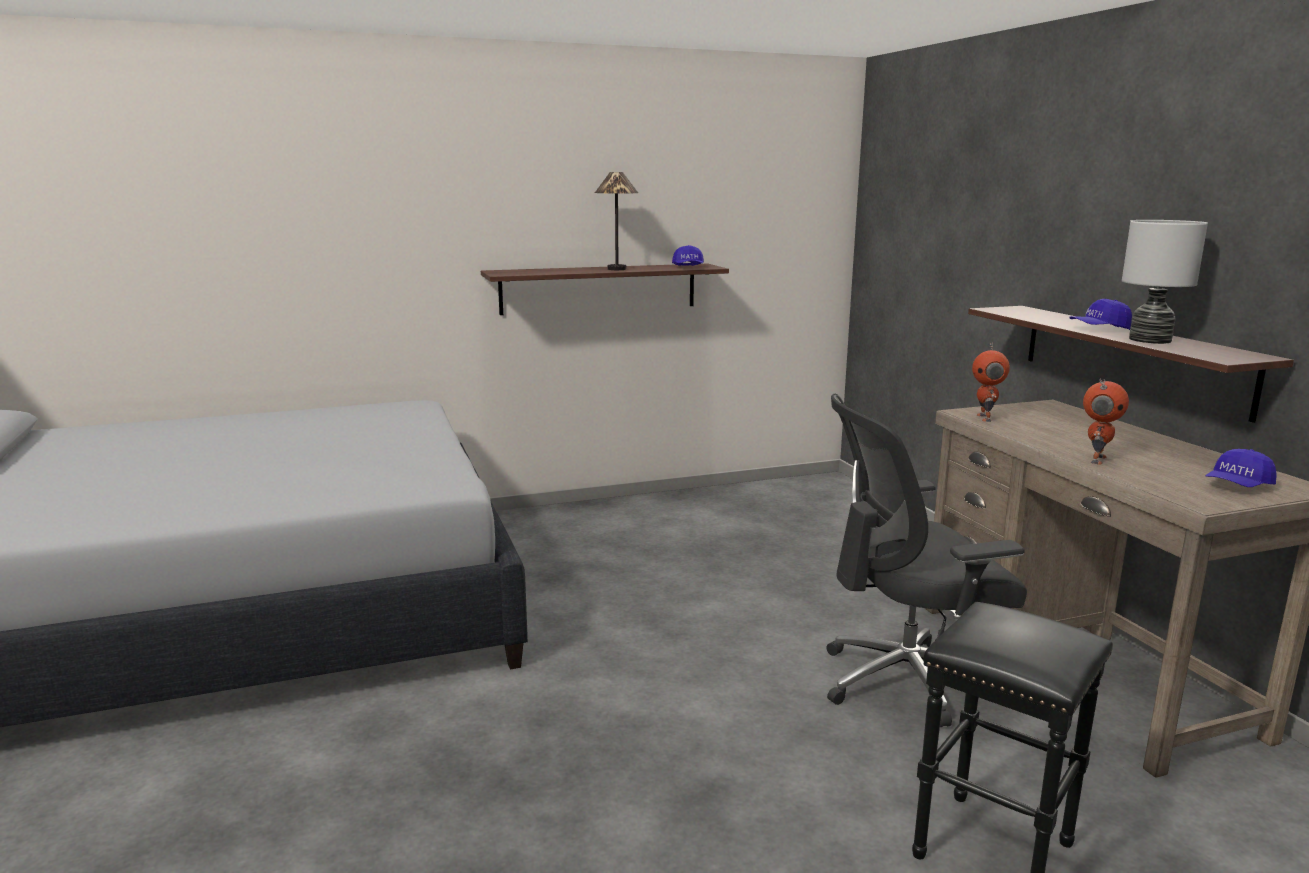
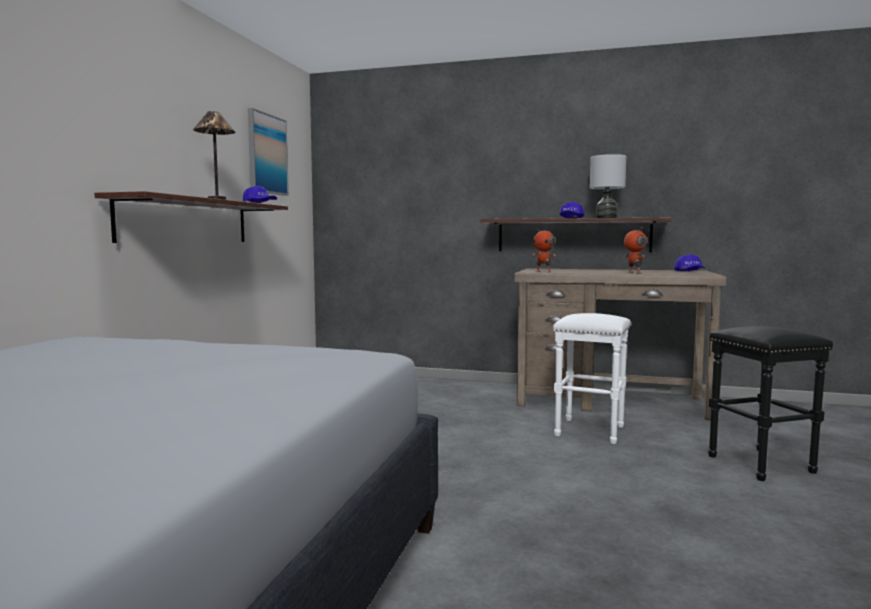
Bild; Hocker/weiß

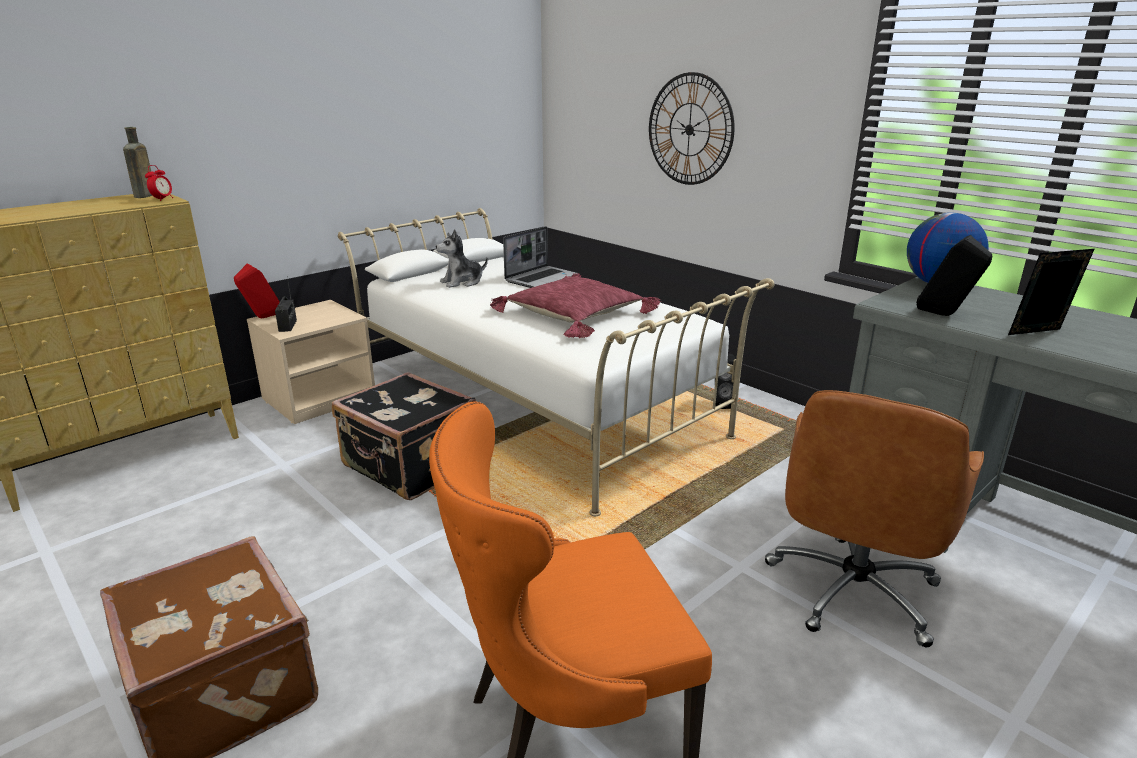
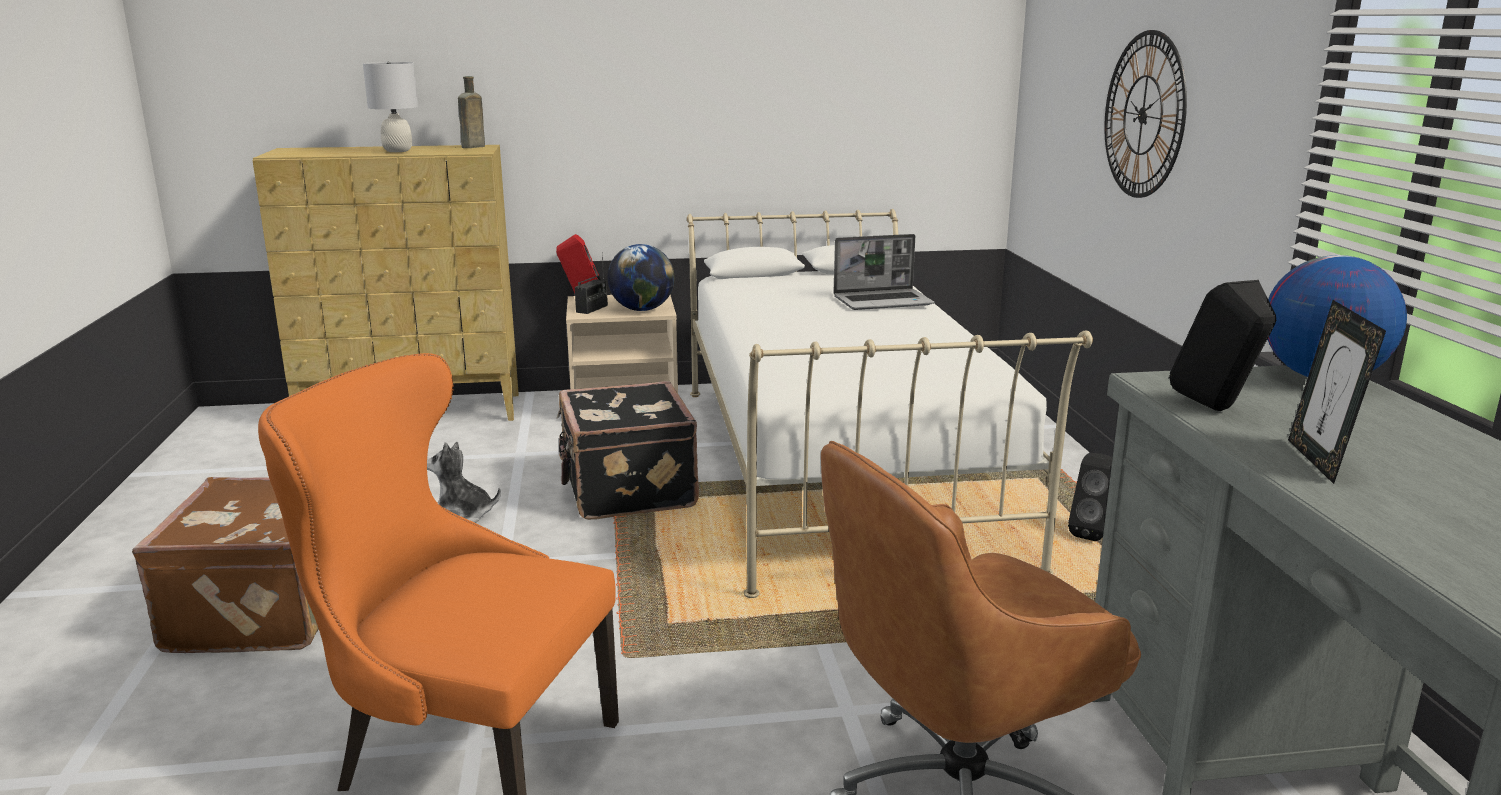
Tischlampe/grau; Plüschtier; Globus (1st from left); Bilderrahmen; Wecker; Kissen/rot

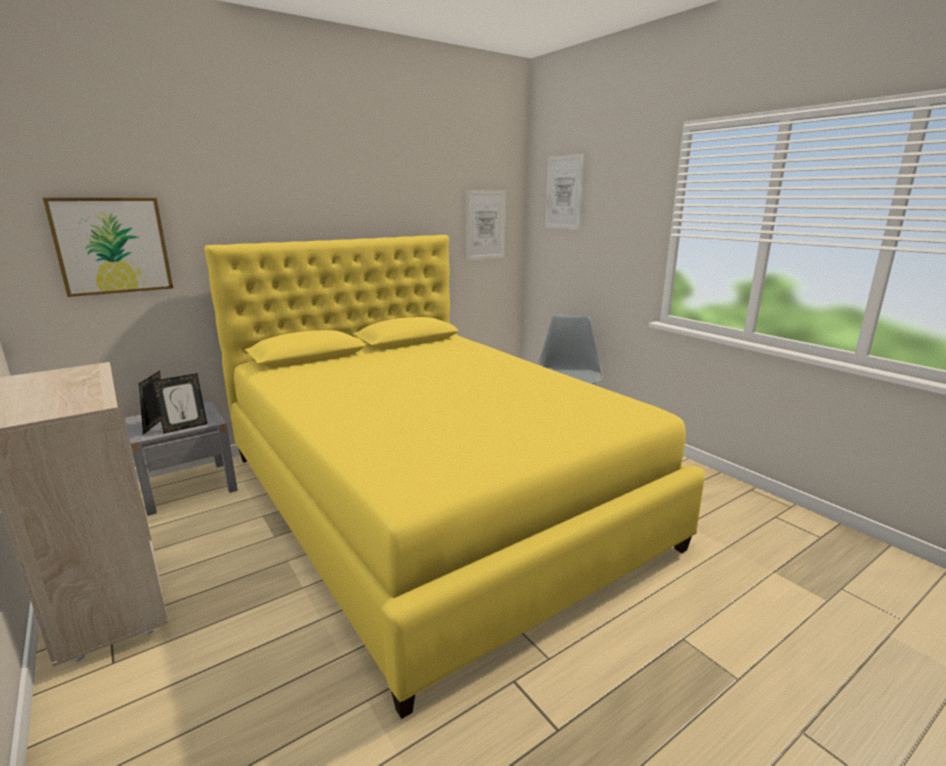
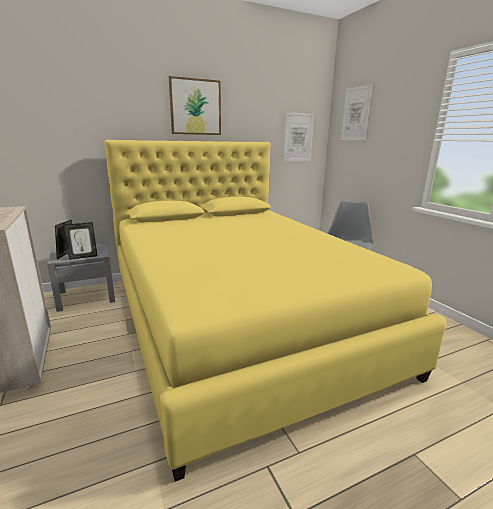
Bild (1st from left)

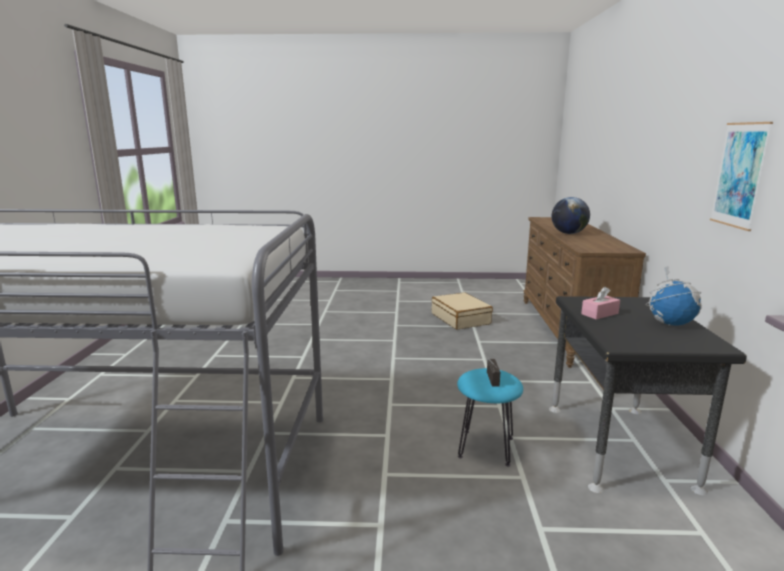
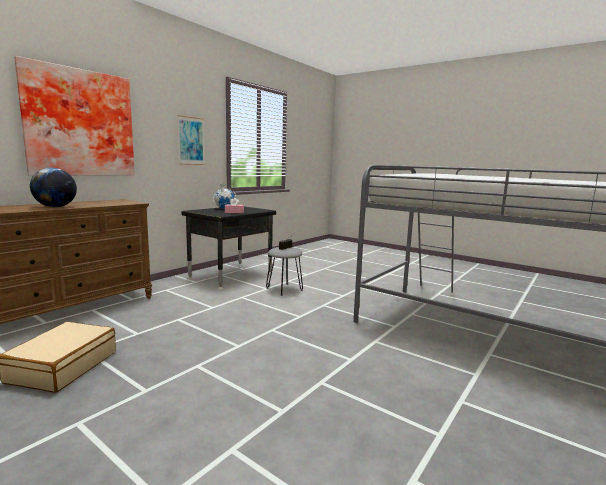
Bild (1st from left); Hocker/grau

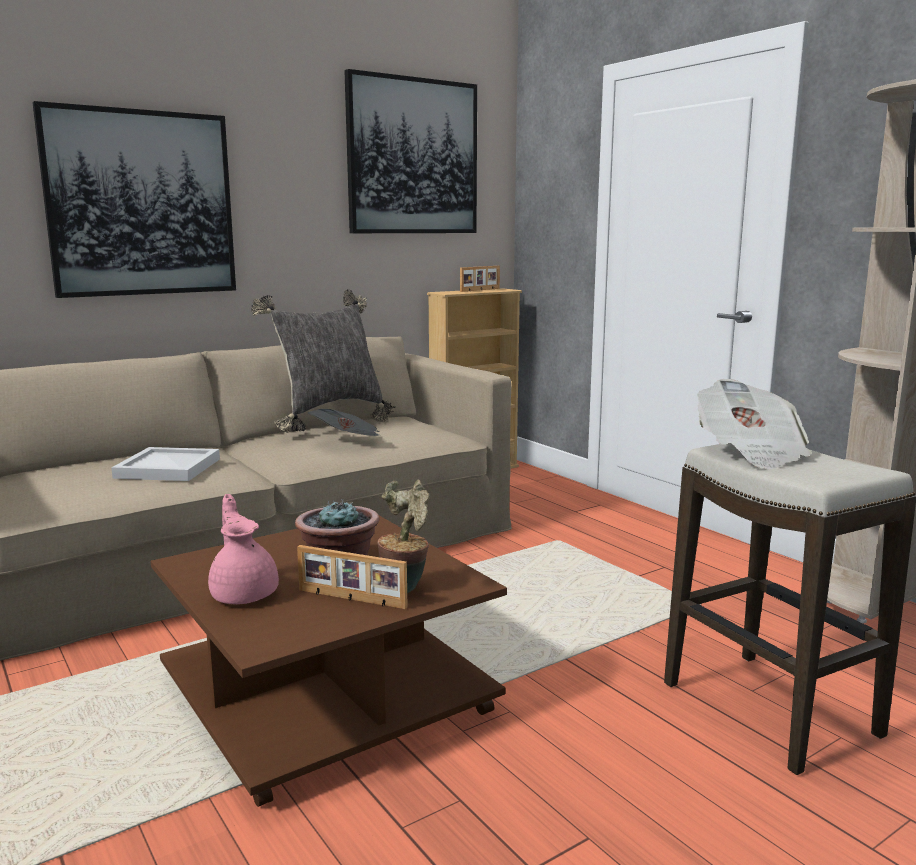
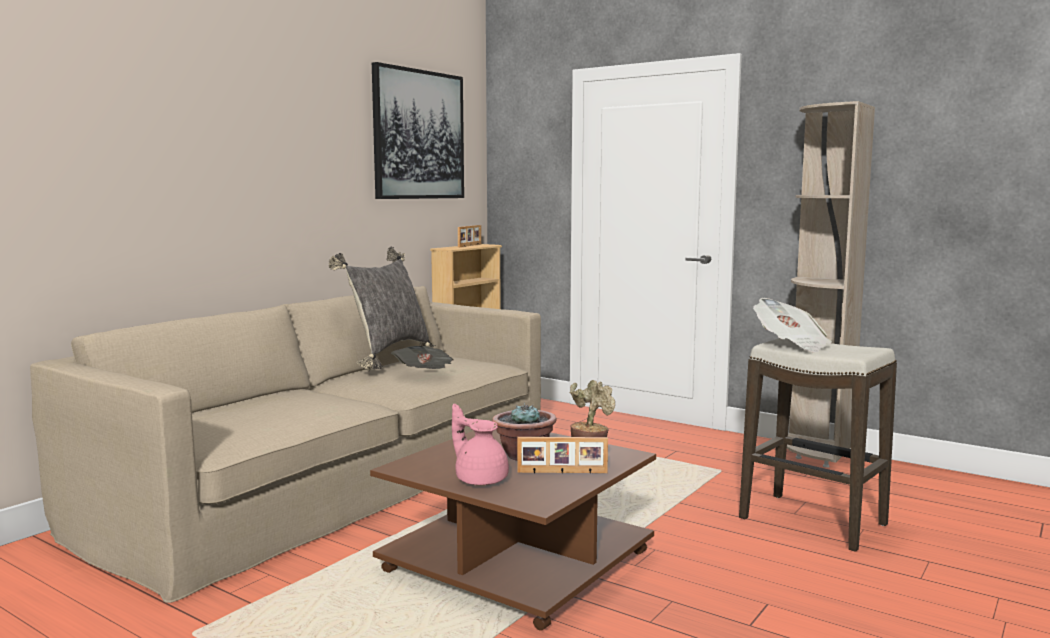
Bild (1st from left in the first image); Tablett/weiß

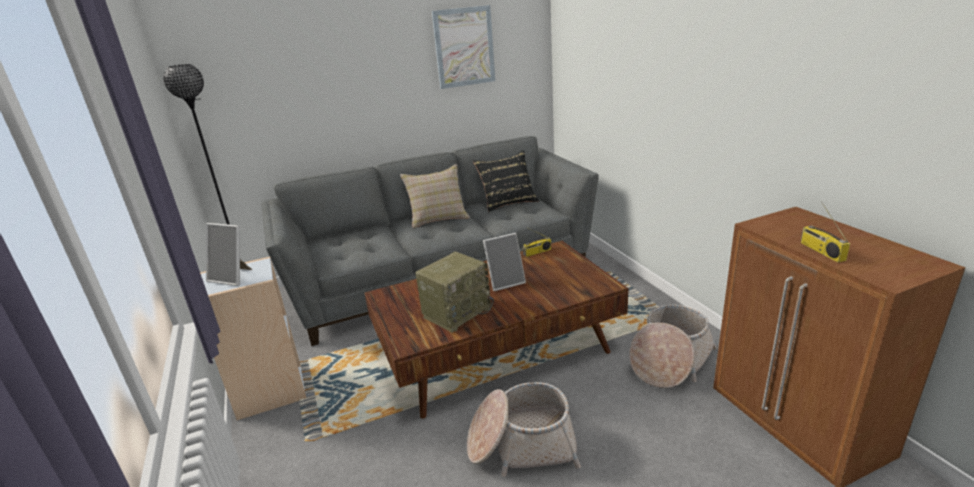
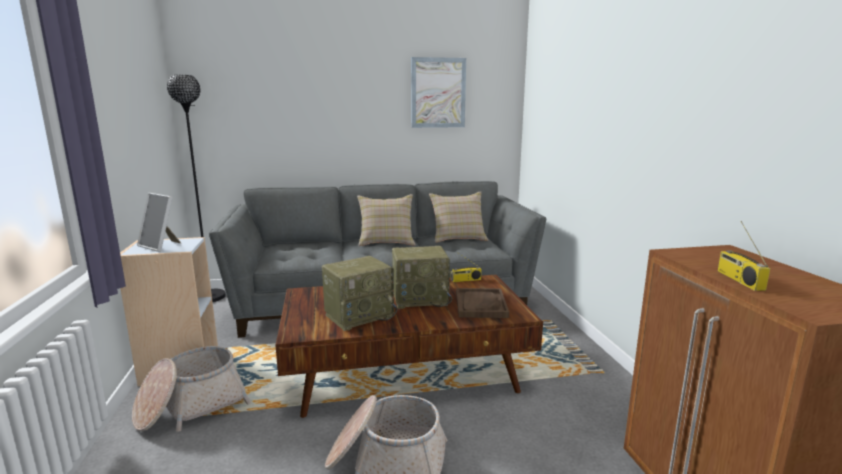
Korb (1st from left); Radio (2nd from left); Kissen/beige (2nd from left); Tablett/braun

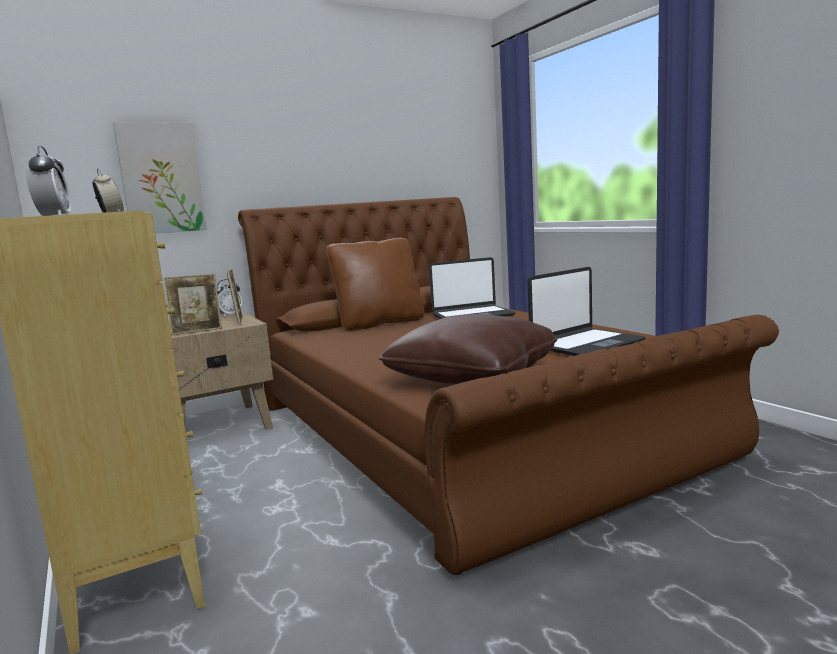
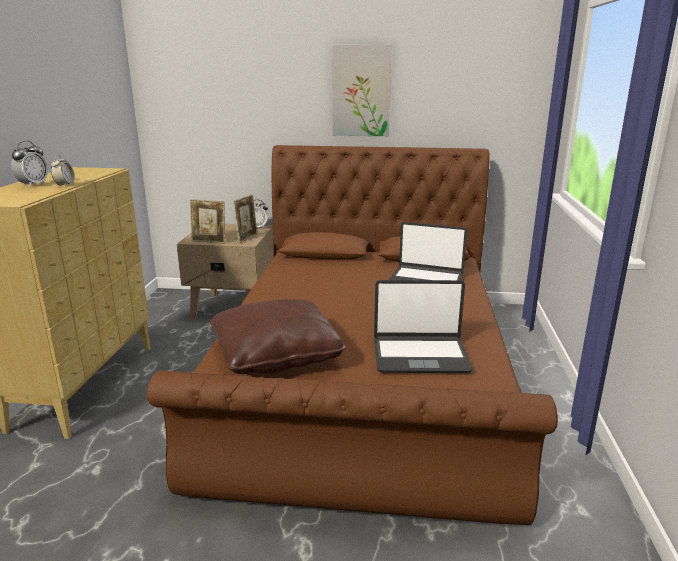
Bild; Kissen/braun (1st from left in the first image)

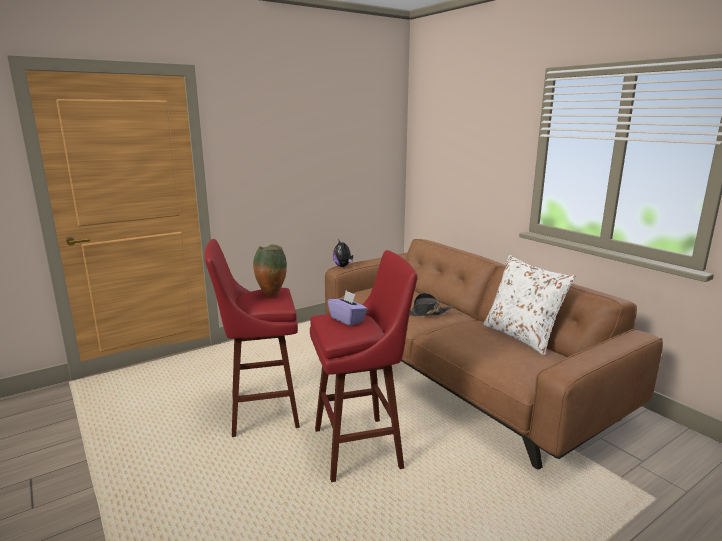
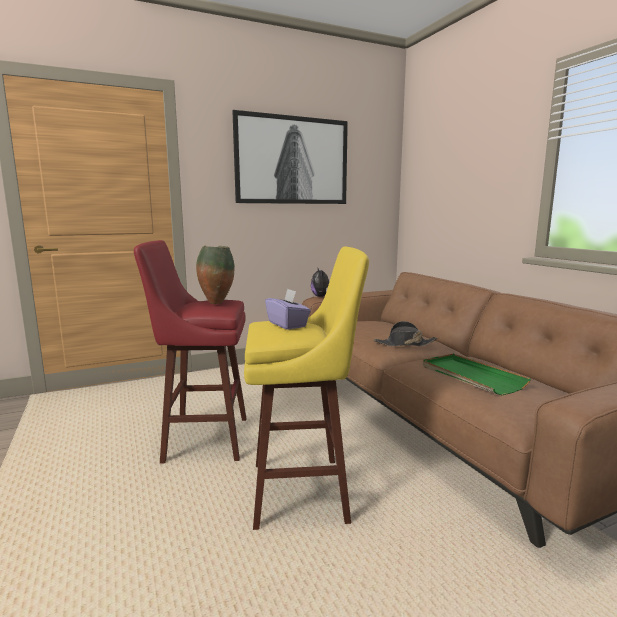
Bild; Hocker/gelb; Tablett/grün; Kissen/weiß

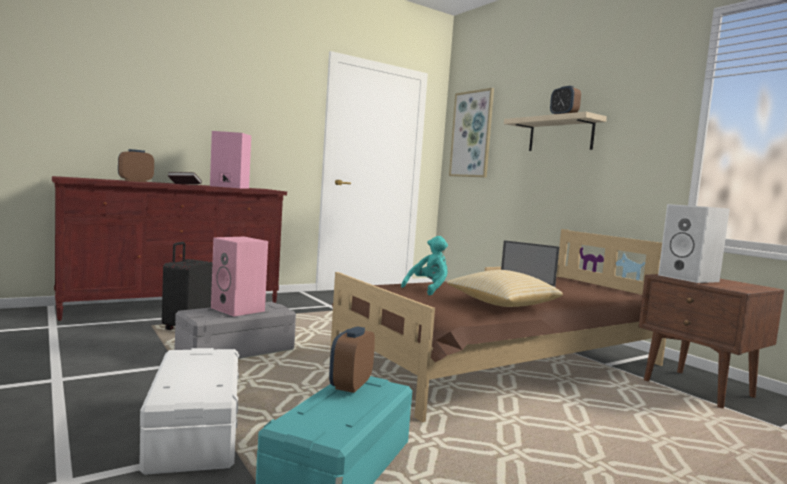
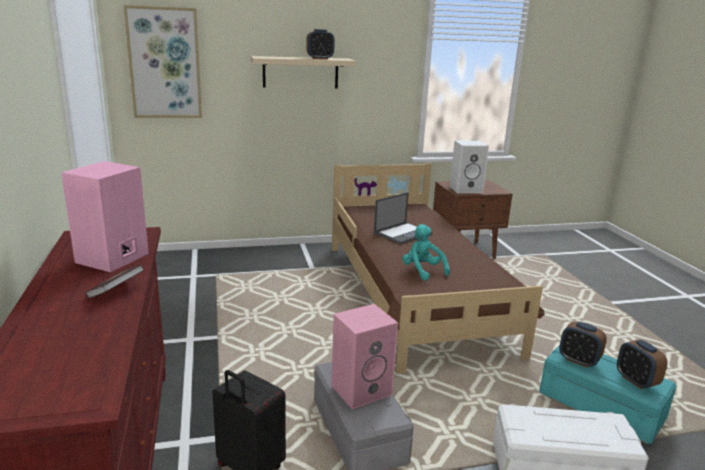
Wecker (3rd from left); Kissen

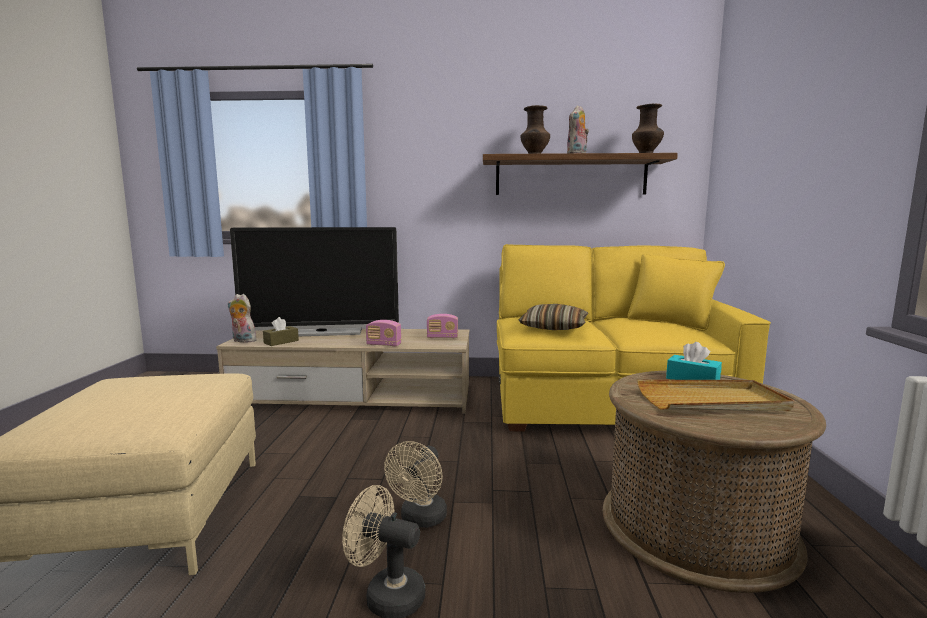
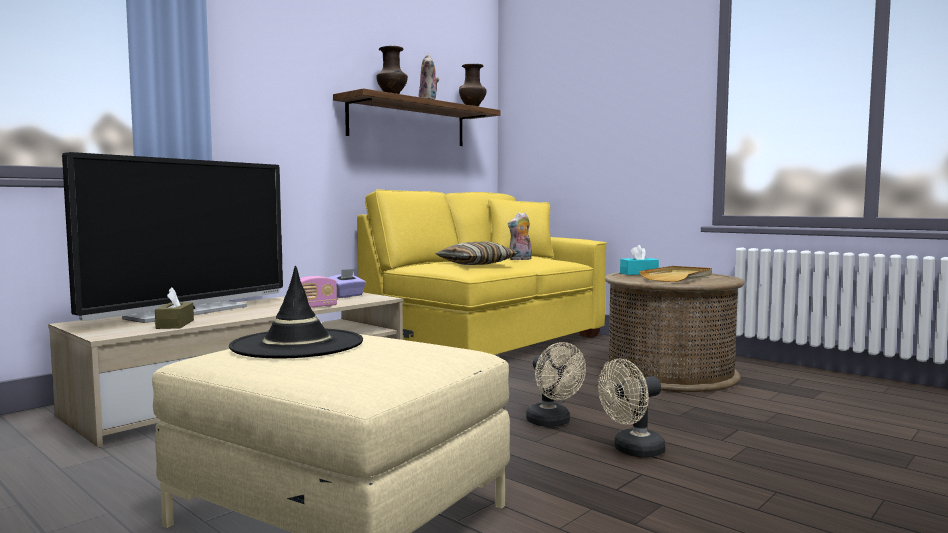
Hut/schwarz; Taschentuchbox/lila; Plüschtier (2nd from left)

